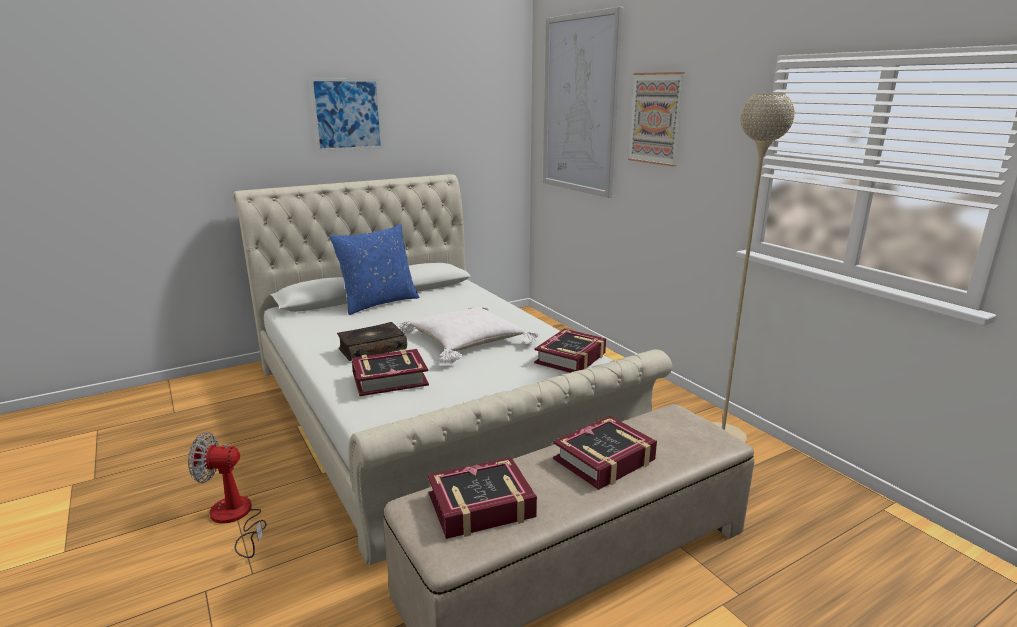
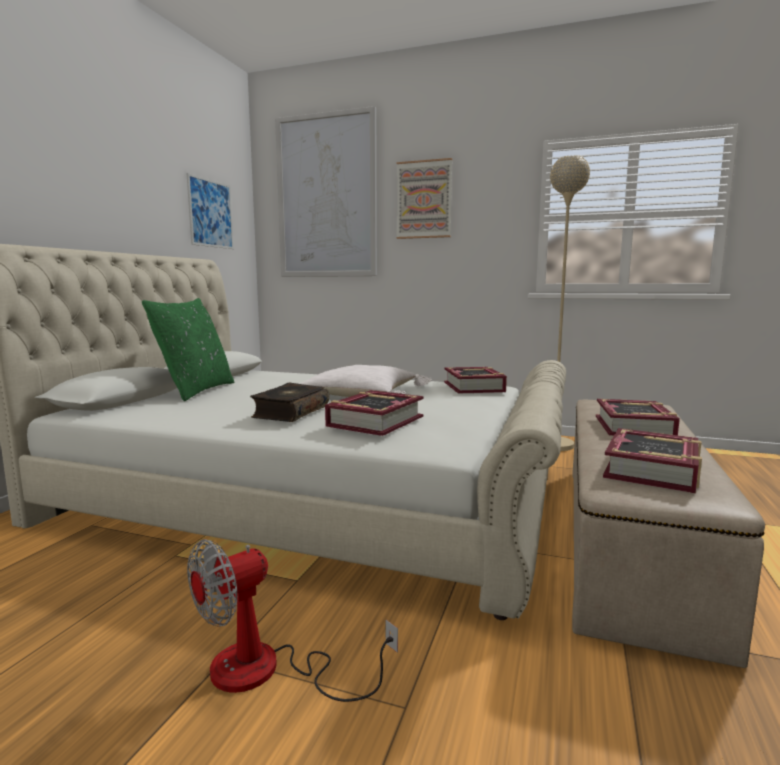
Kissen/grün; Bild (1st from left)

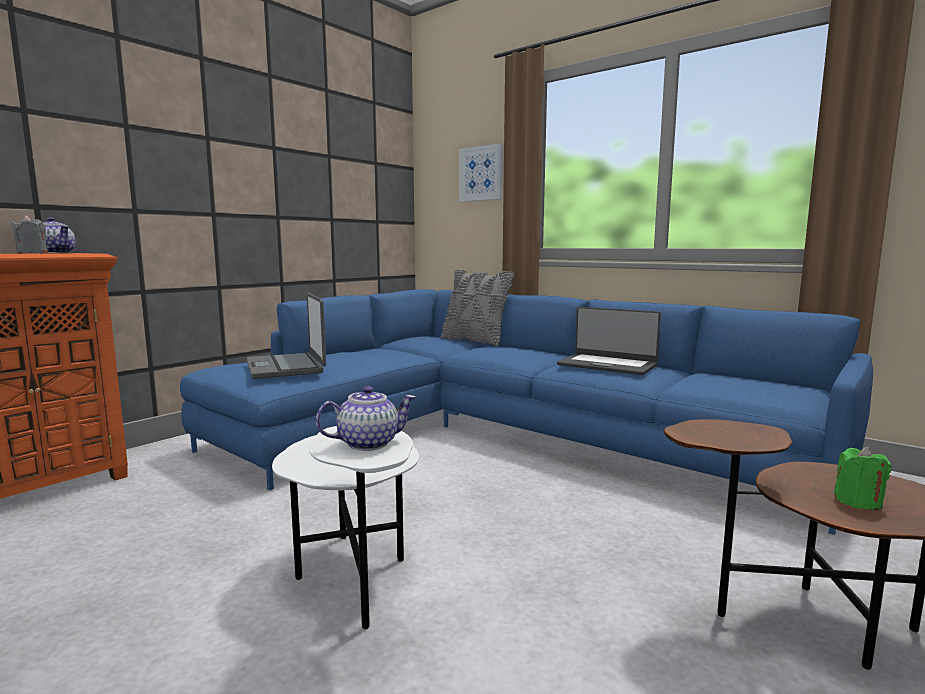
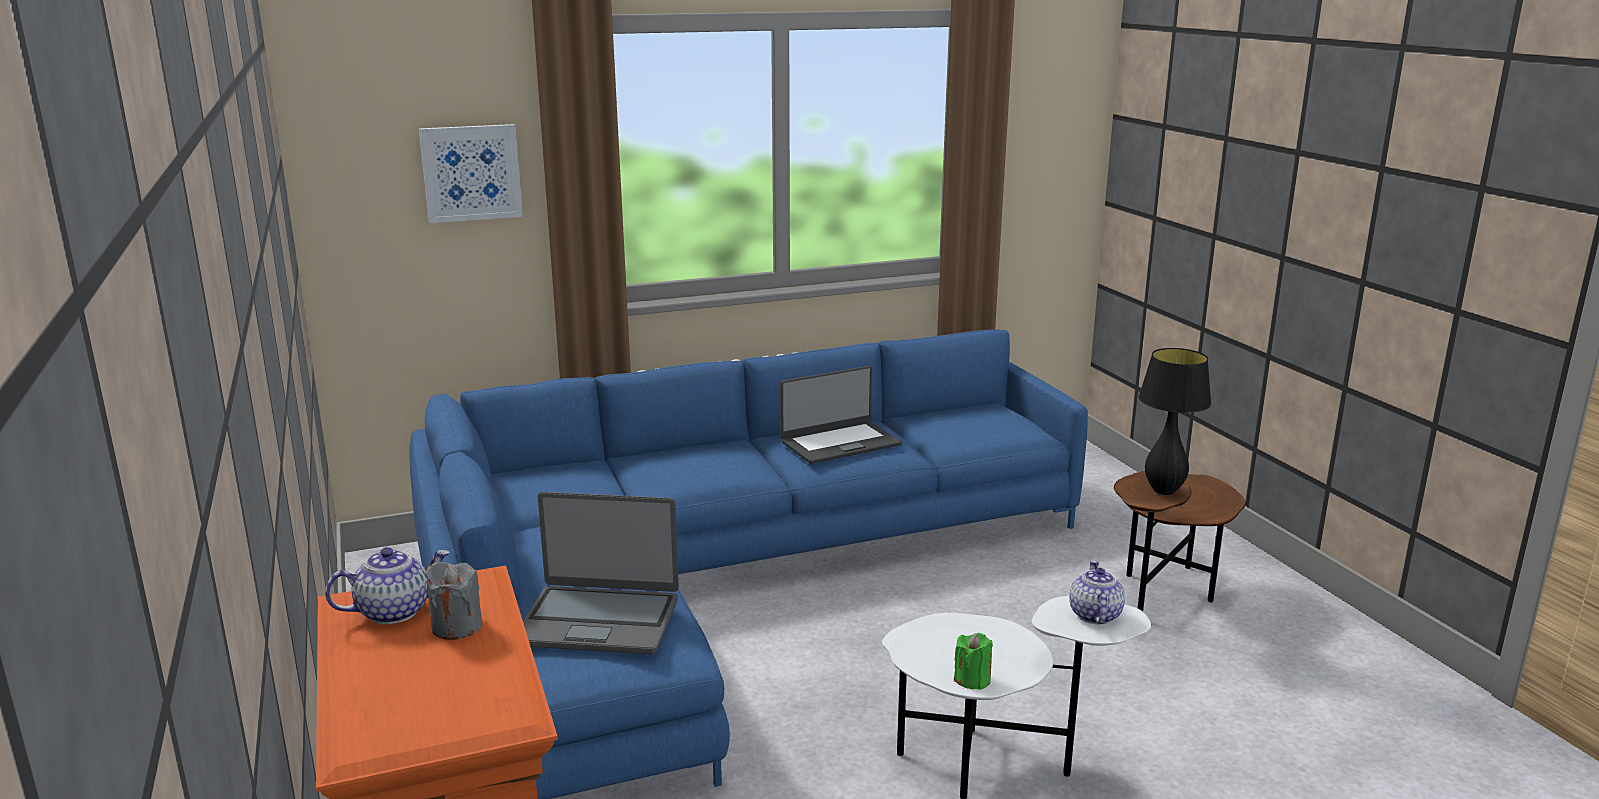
Kerze/grün; Tischlampe/schwarz; Kissen/grau

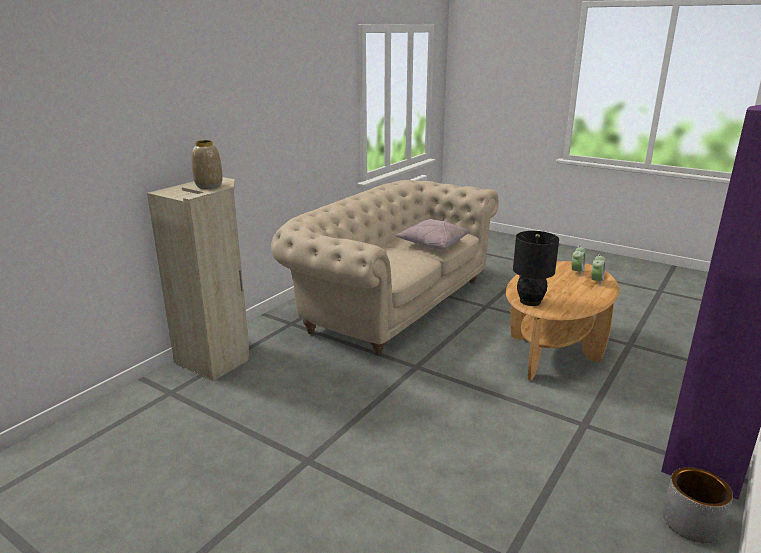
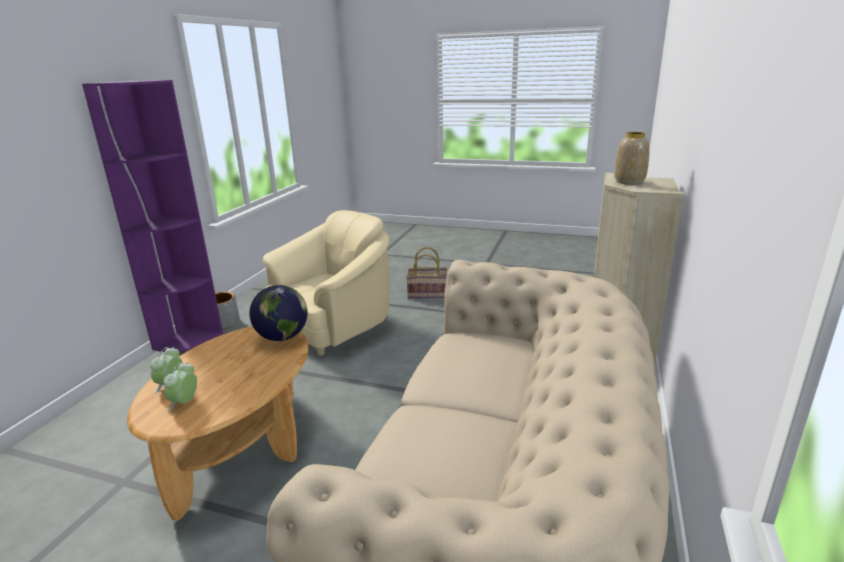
Globus; Sessel/beige; Korb; Kissen/lila

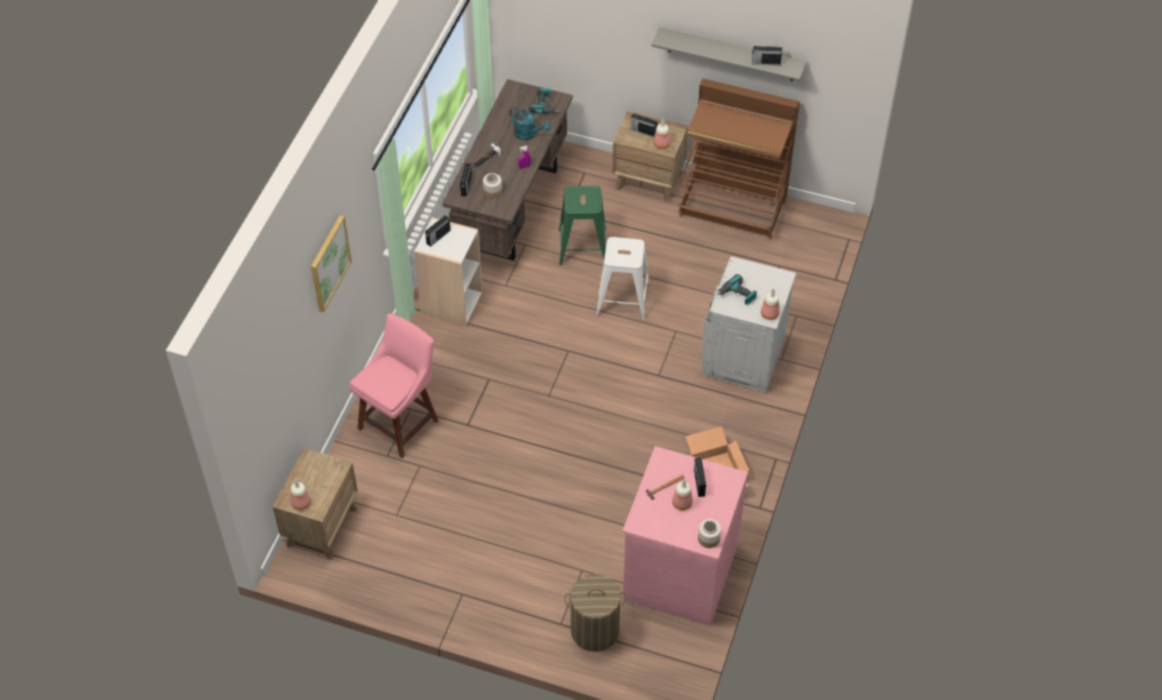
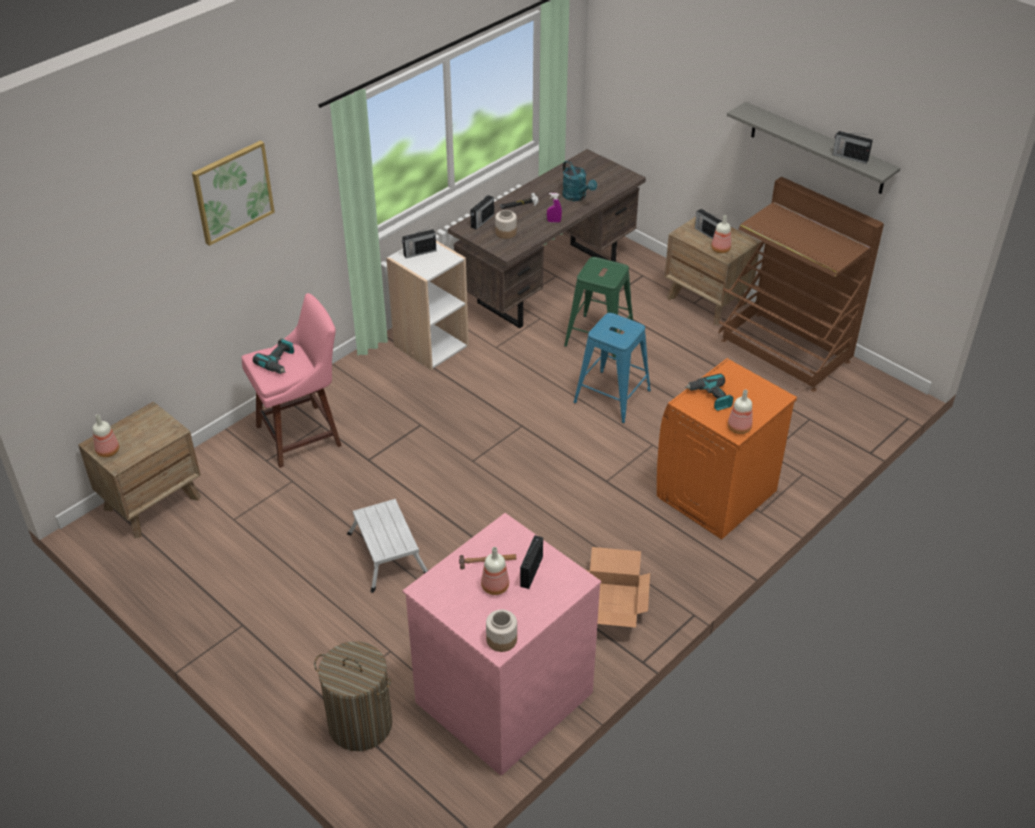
Bohrmaschine (1st from left); Trittleiter/weiß; Hocker/blau; Waschmaschine/orange

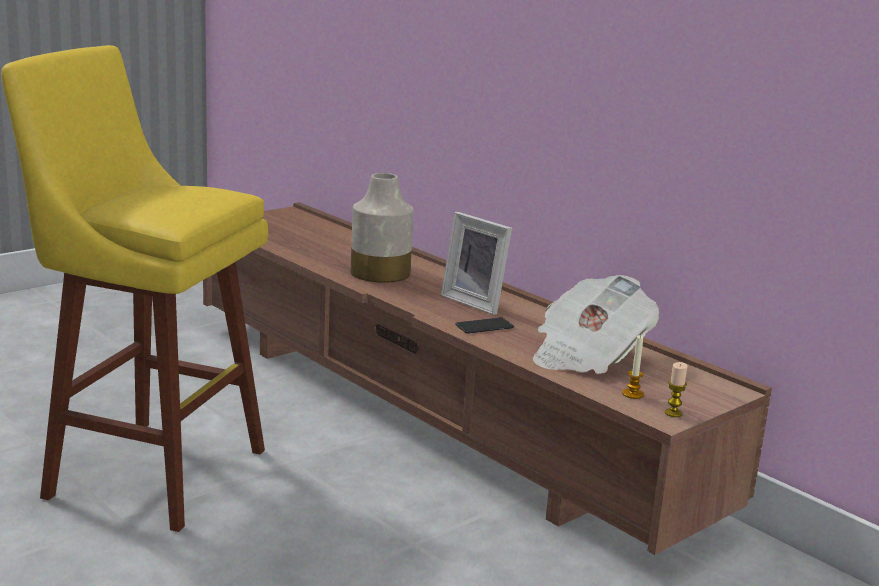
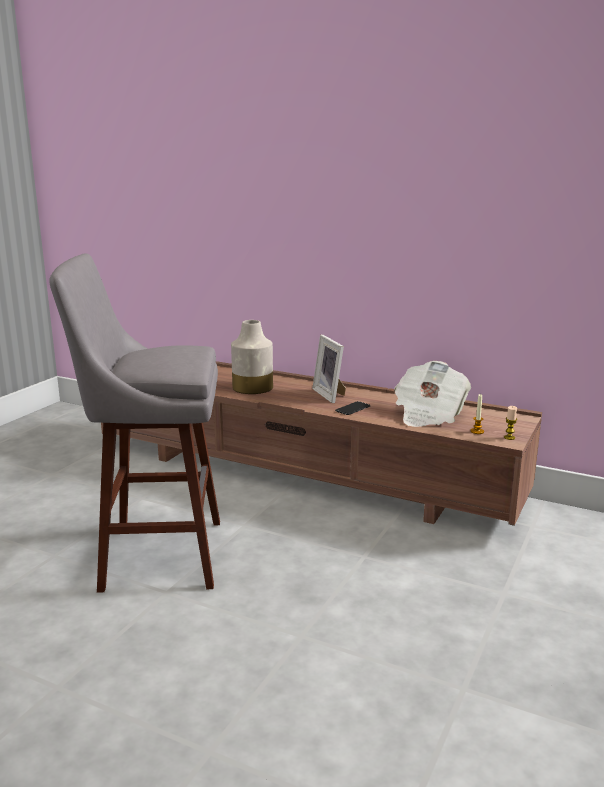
Hocker/grau; Bilderrahmen

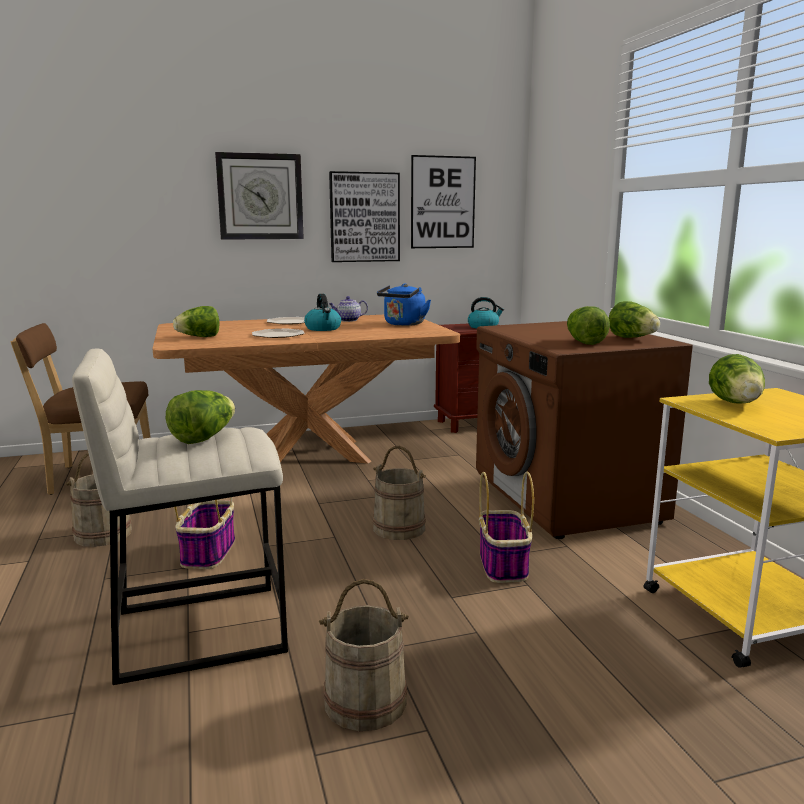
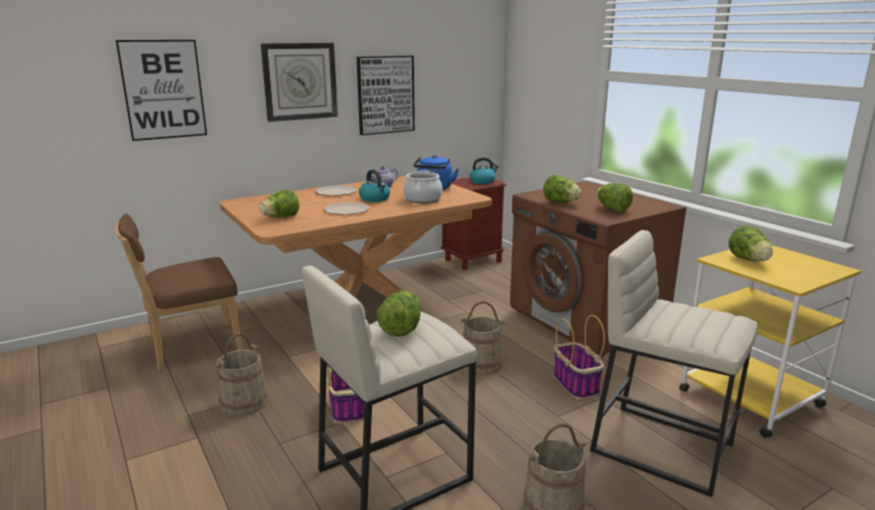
Bild (1st from left); Kochtopf; Salatkopf (3rd from left); Hocker/beige (2nd from left)

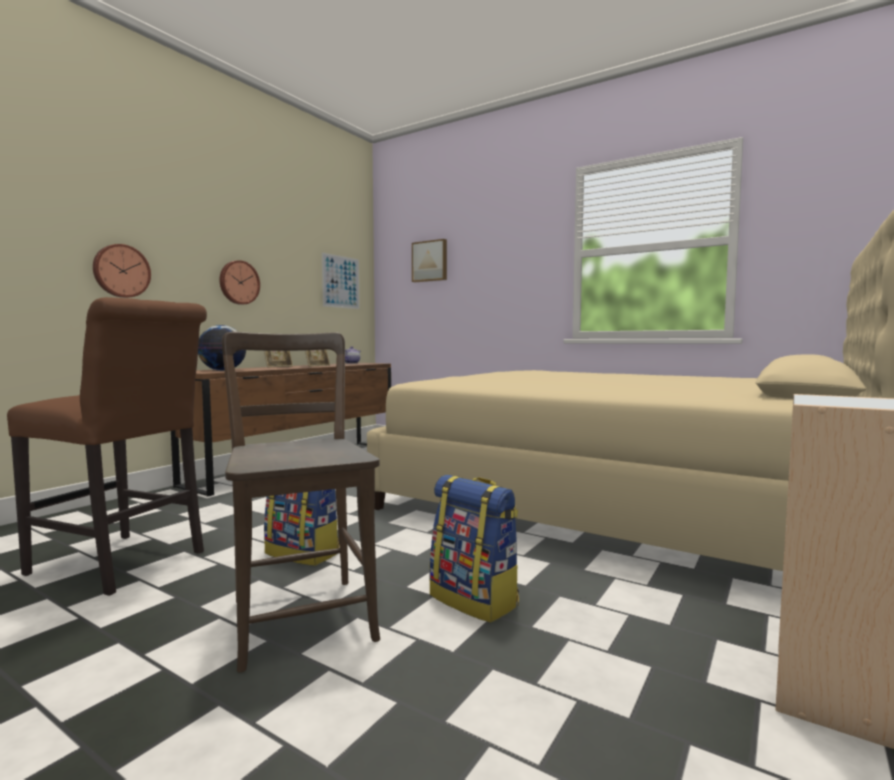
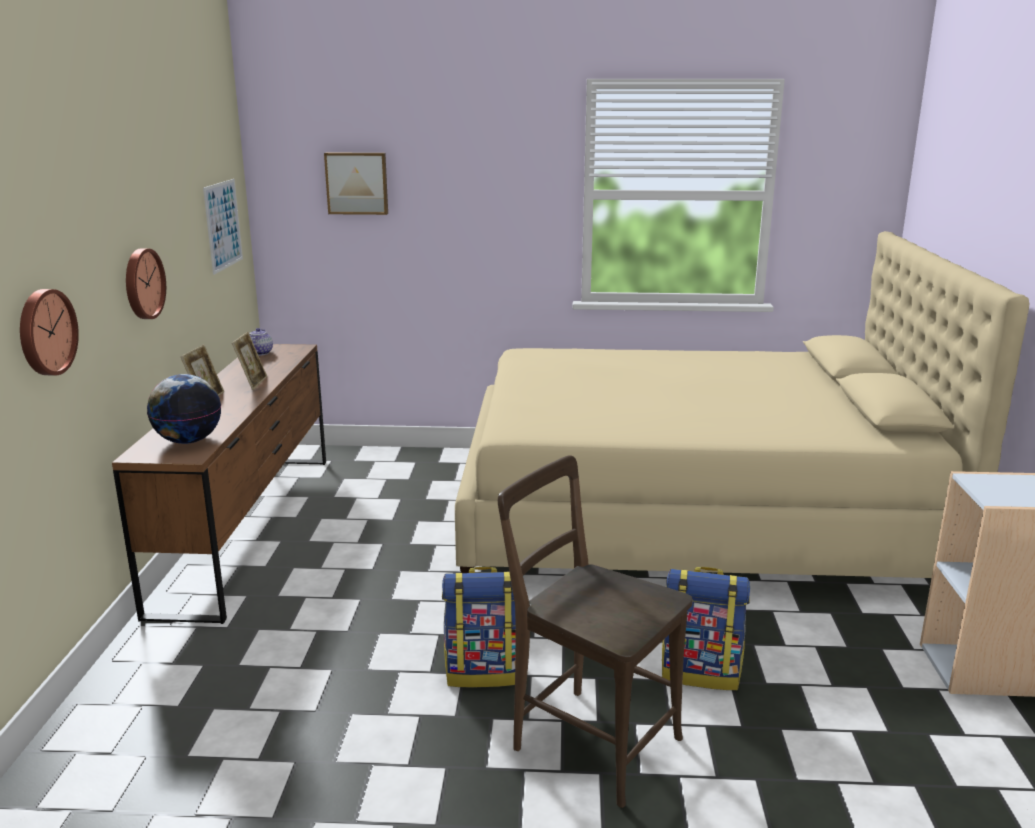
Hocker/braun

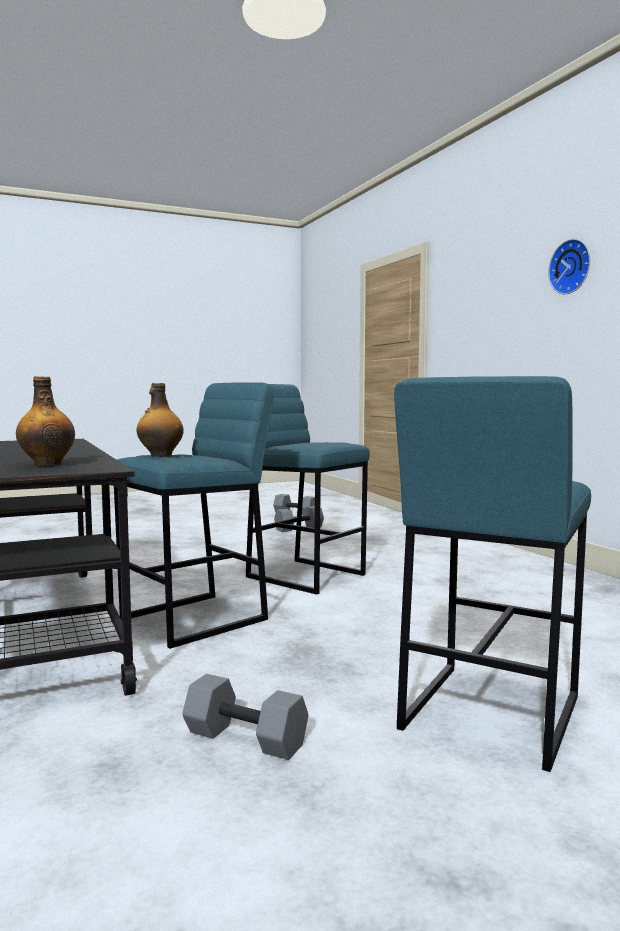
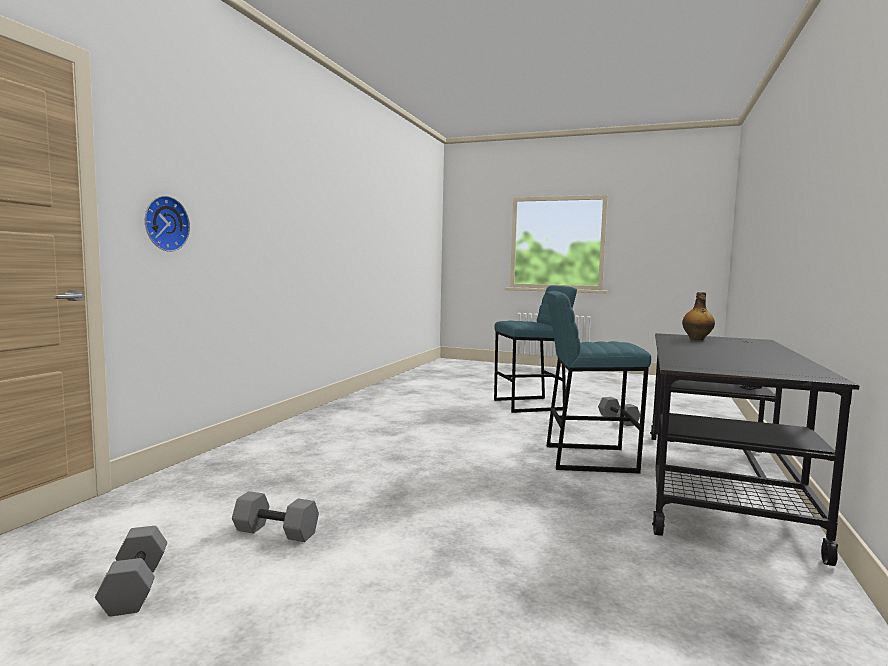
Wanduhr; Flasche (2nd from left in the first image); Hocker/türkis (2nd from left in the first image)

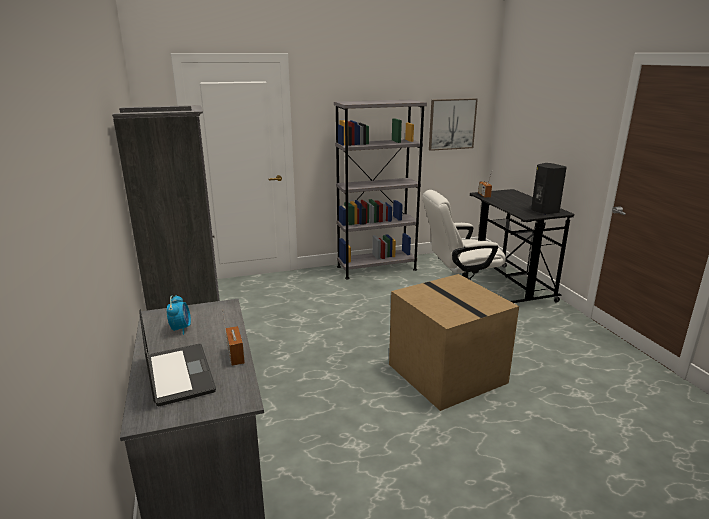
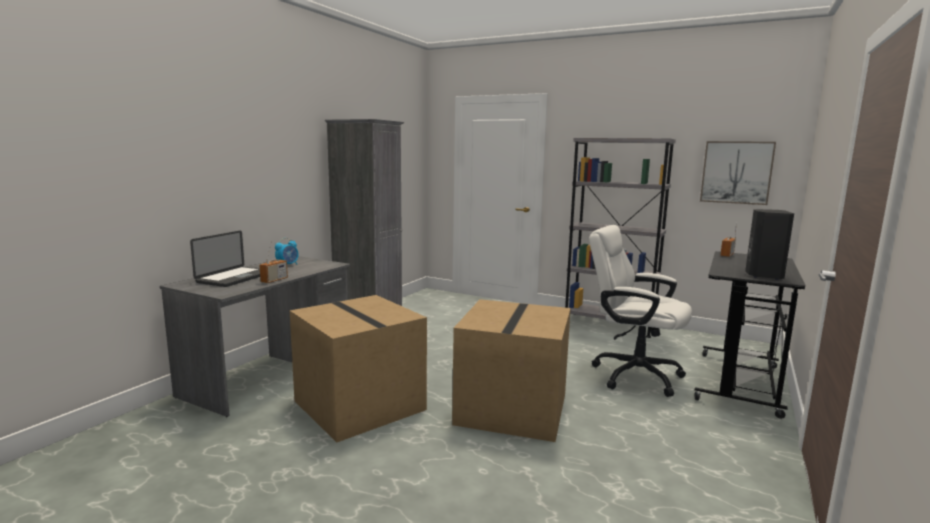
Karton (1st from left)

